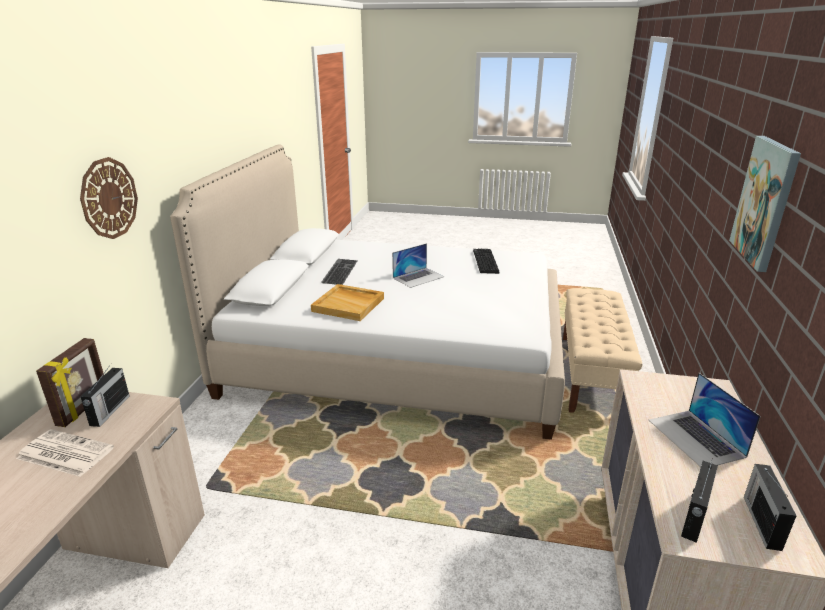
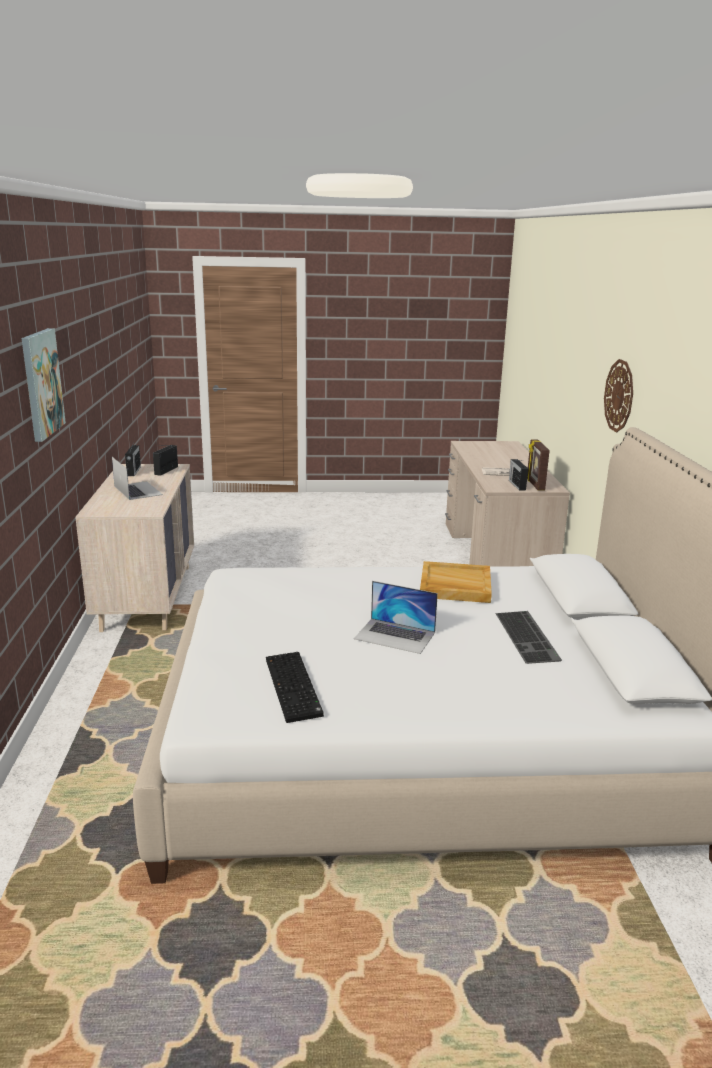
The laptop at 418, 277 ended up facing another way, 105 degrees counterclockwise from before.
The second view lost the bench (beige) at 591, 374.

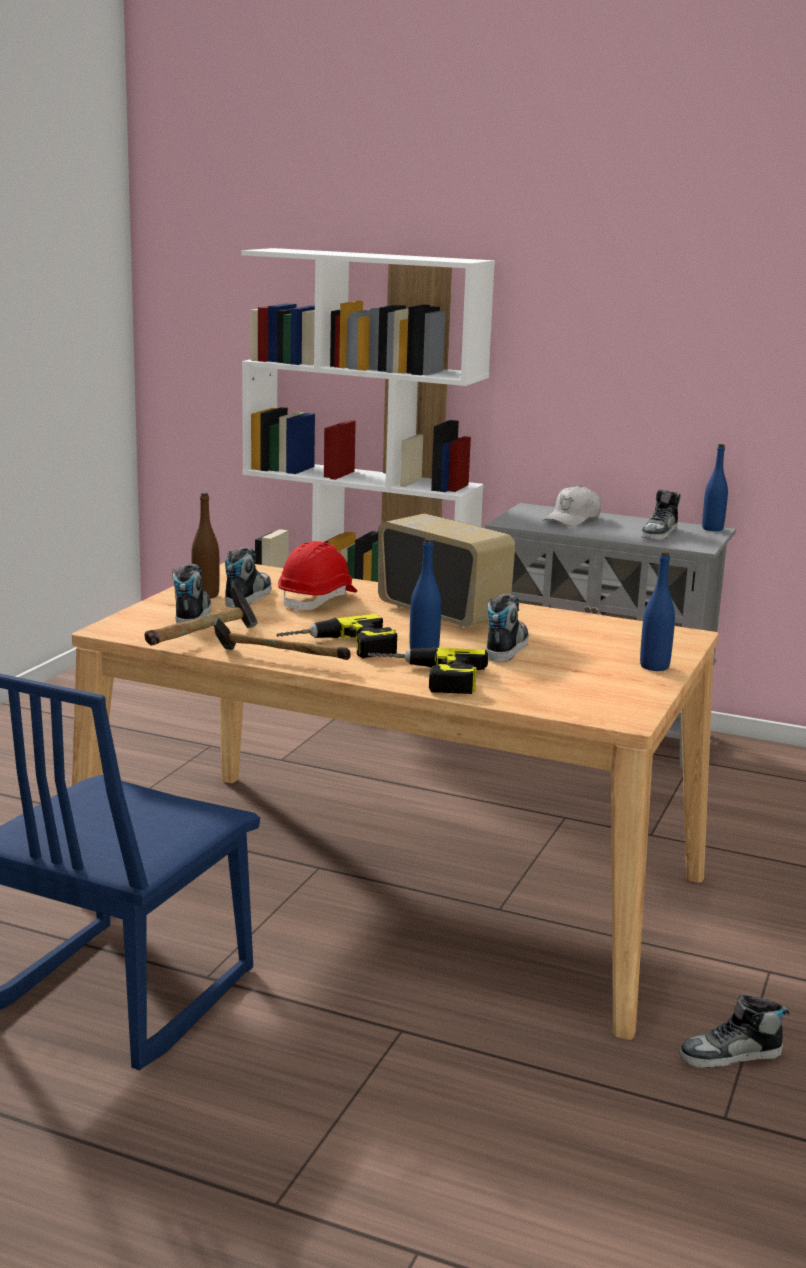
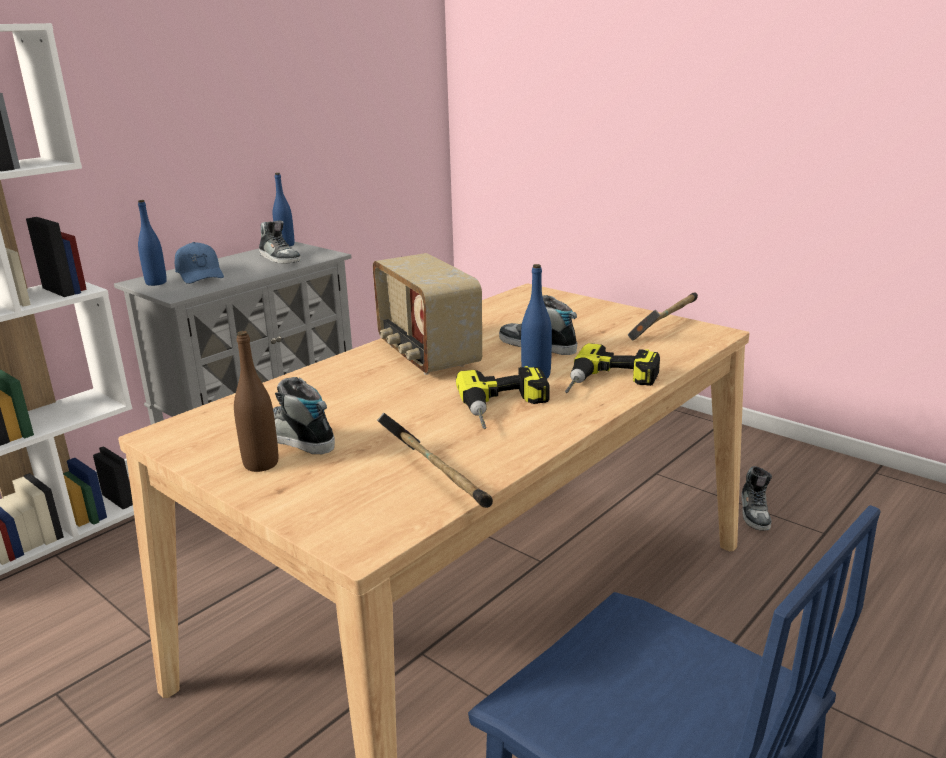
The second view lost the shoe at 191, 615.
The hammer ended up elsewhere, having gone from 278, 660 to 664, 326.
The second view lost the hard hat (red) at 318, 600.
The radio at 443, 613 ended up facing another way, 90 degrees counterclockwise from before.
What was the cap (white) at 573, 519 turned into the cap (blue) at 200, 275.
The bottle (blue) ended up elsewhere, having gone from 654, 666 to 156, 283.

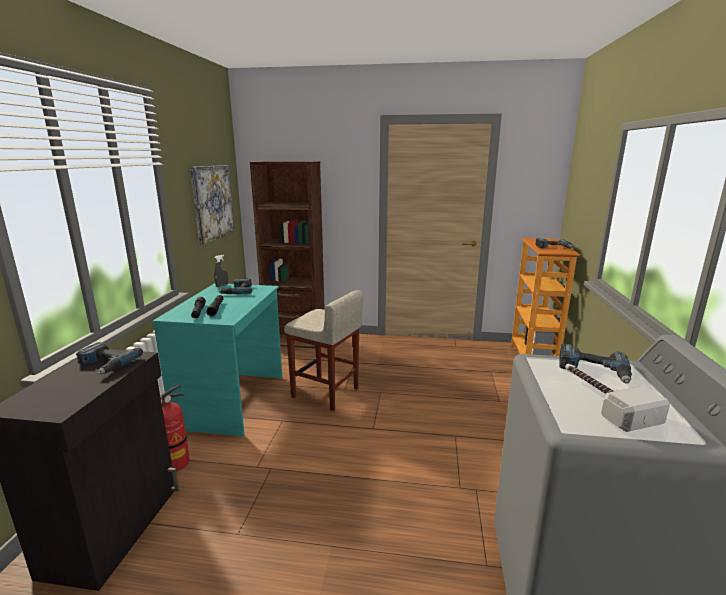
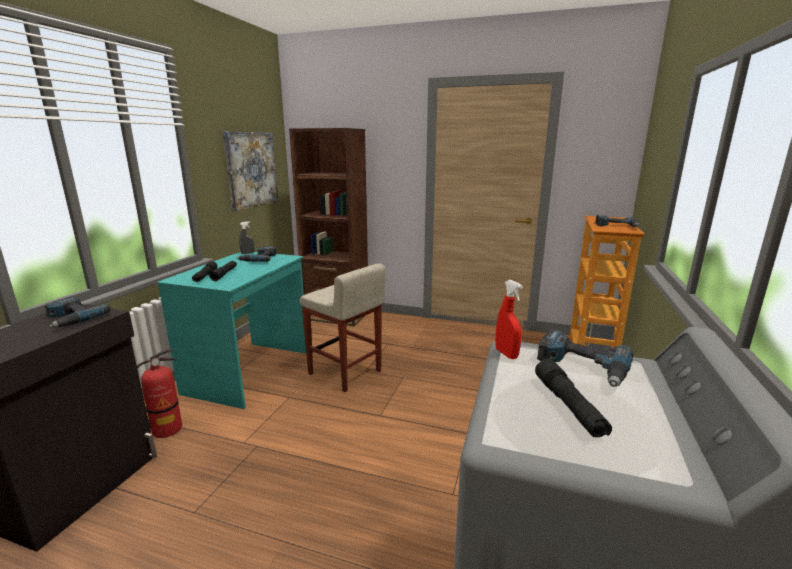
Where the hammer stood at 602, 400, the flashlight (black) came to stand at 568, 406.
The second view gained the spray bottle (red) at 506, 354.

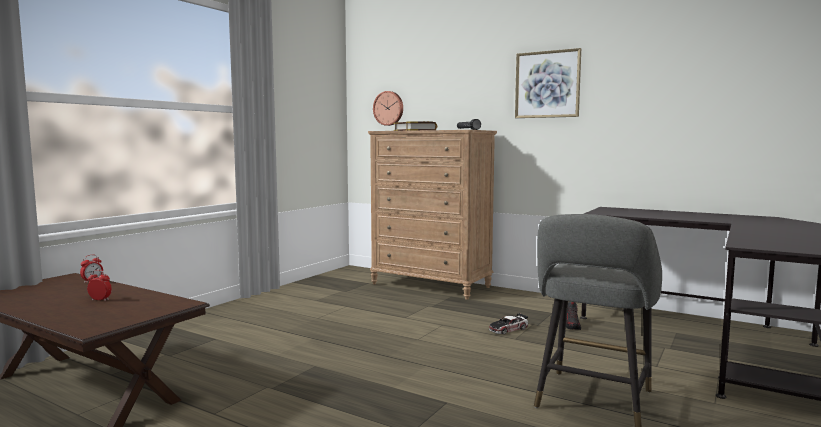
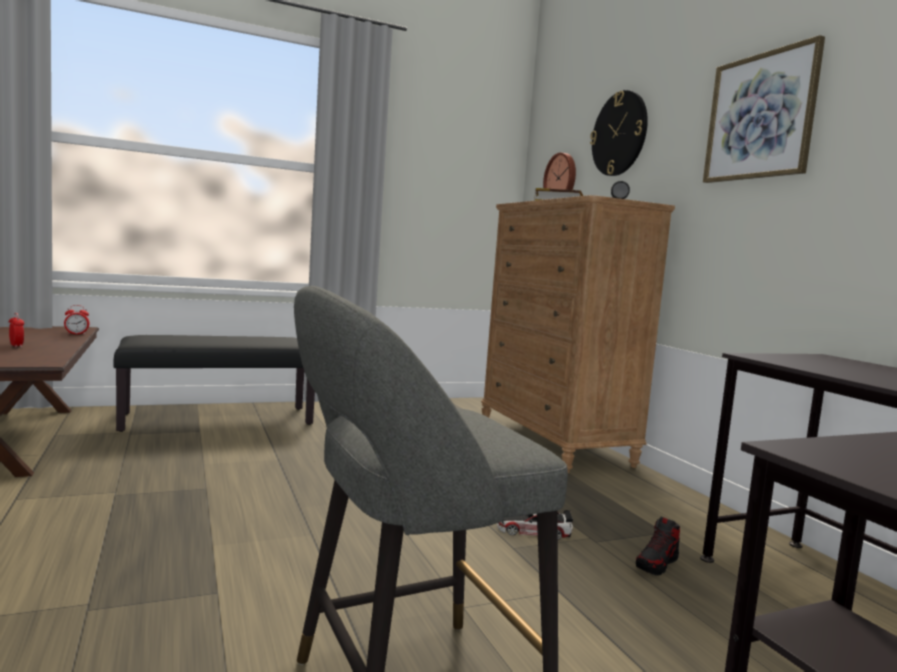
The second view gained the bench (black) at 218, 418.
The second view gained the wall clock at 619, 134.

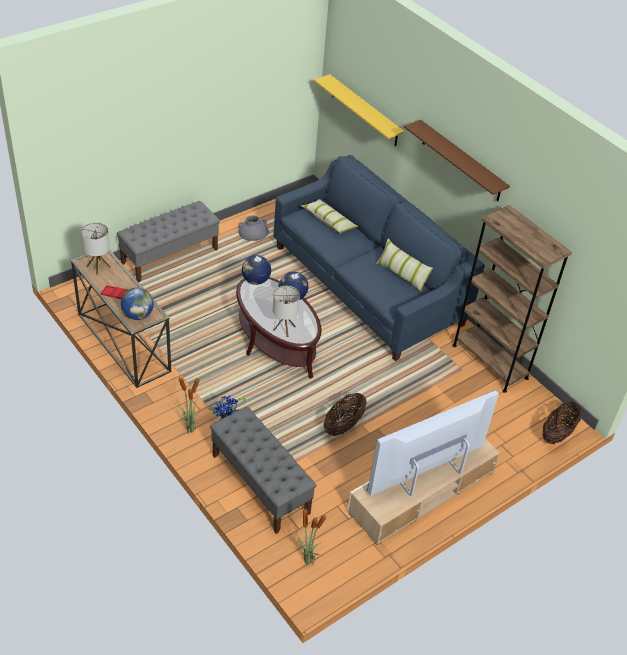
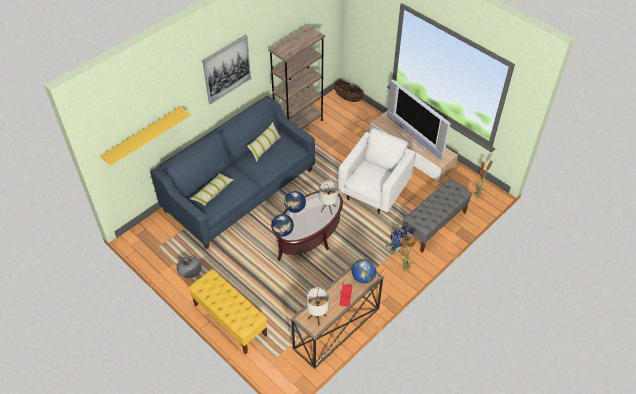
What was the bench (grey) at 170, 256 turned into the bench (yellow) at 230, 320.
Where the basket stood at 343, 425, the armchair (white) came to stand at 374, 191.
Where the shelf (brown) hung at 461, 161, the picture came to hang at 227, 69.

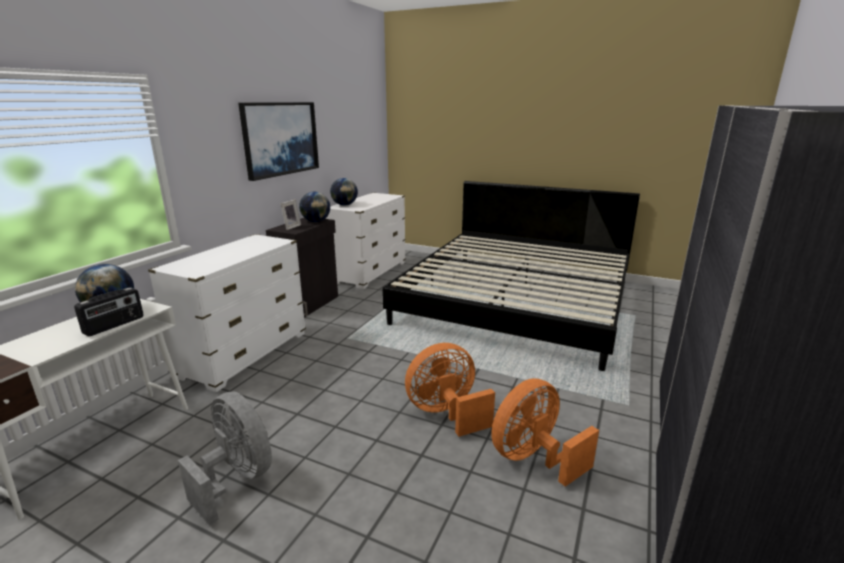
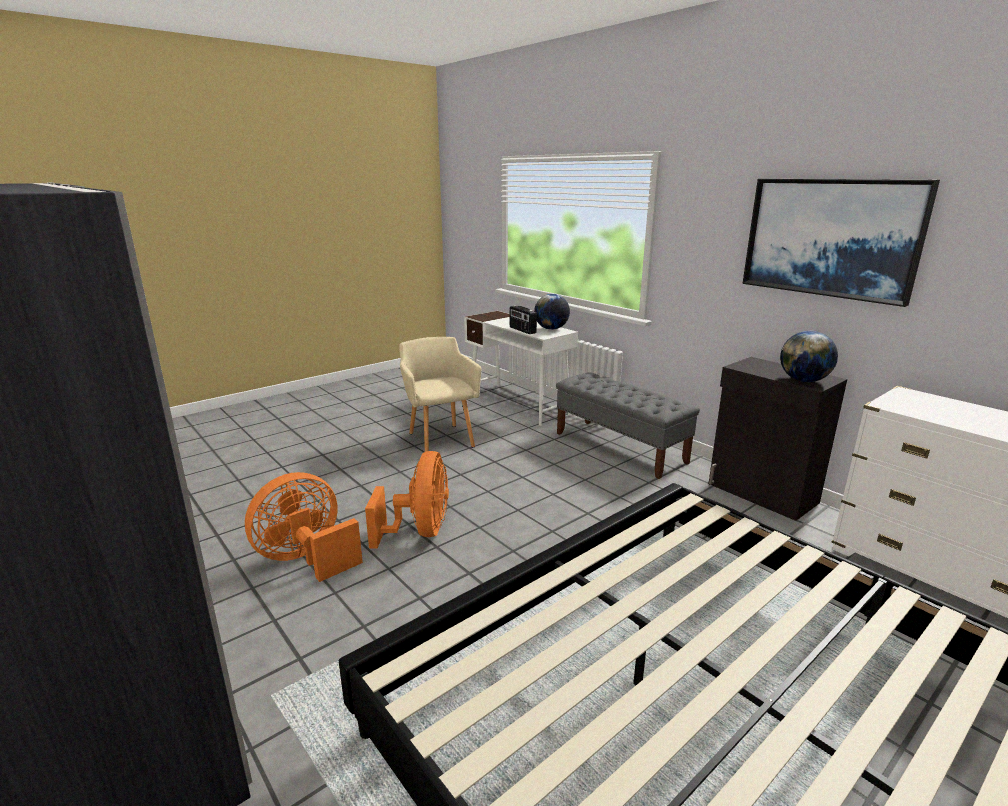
Where the dresser (white) stood at 245, 355, the bench (grey) came to stand at 620, 447.
Where the fan (grey) stood at 237, 478, the armchair (beige) came to stand at 440, 438.
The second view lost the picture frame at 290, 227.
The second view lost the globe at 344, 205.
The fan (orange) at 534, 458 ended up facing another way, 120 degrees counterclockwise from before.

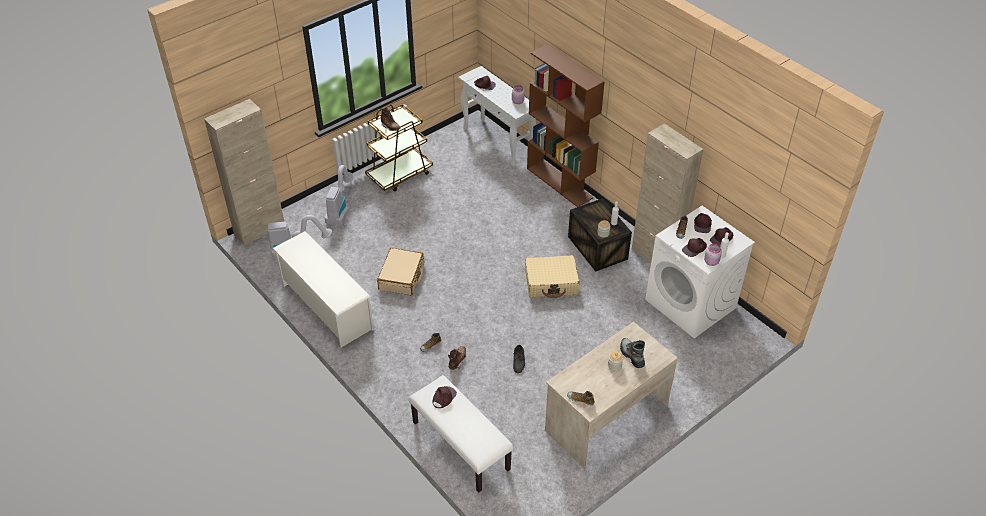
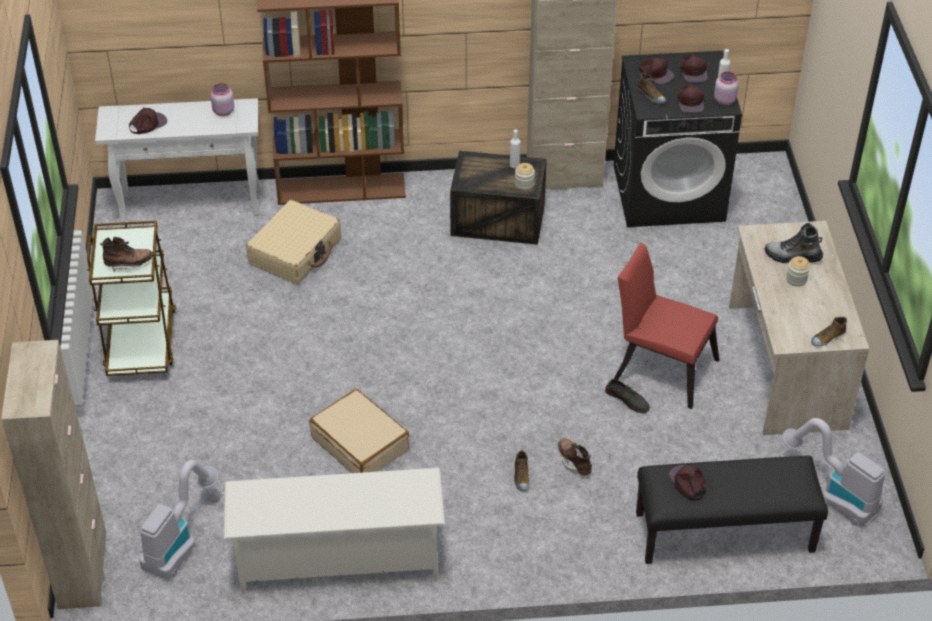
The vacuum cleaner ended up elsewhere, having gone from 340, 210 to 833, 493.
What was the bench (white) at 460, 446 turned into the bench (black) at 724, 533.
The suitcase (beige) ended up elsewhere, having gone from 551, 282 to 295, 252.
What was the washing machine (white) at 691, 304 turned into the washing machine (black) at 669, 192.
The second view gained the chair (red) at 660, 366.

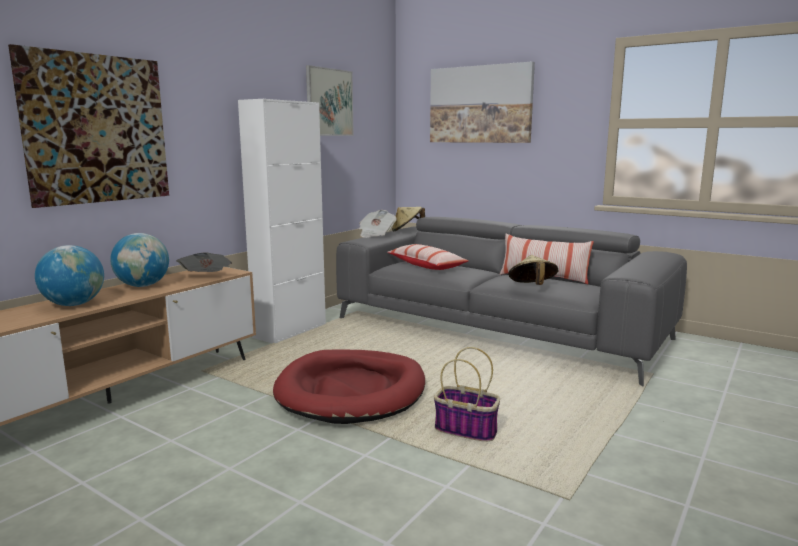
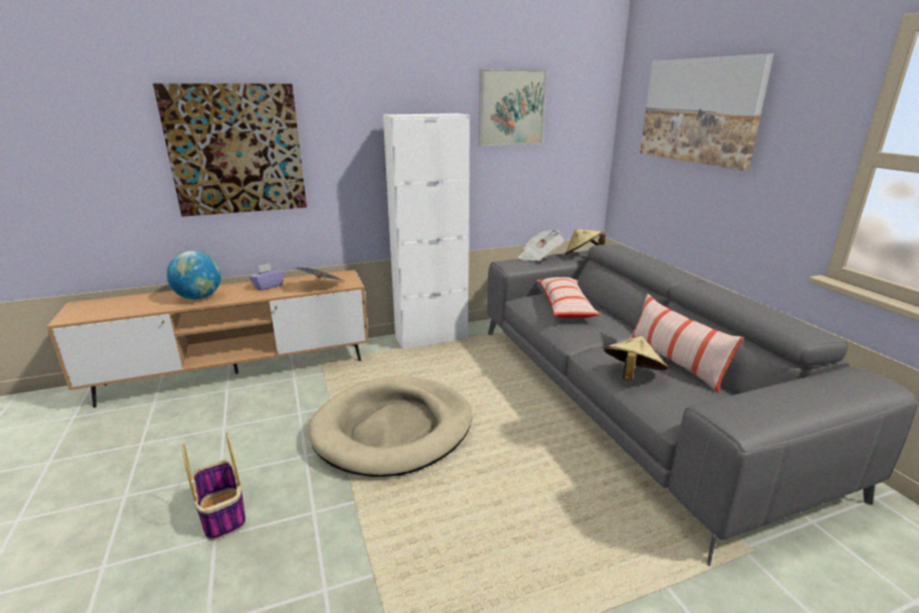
Where the globe stood at 143, 286, the tissue box (purple) came to stand at 268, 286.
What was the dog bed (red) at 351, 391 turned into the dog bed (beige) at 393, 429.
The basket ended up elsewhere, having gone from 467, 430 to 223, 514.

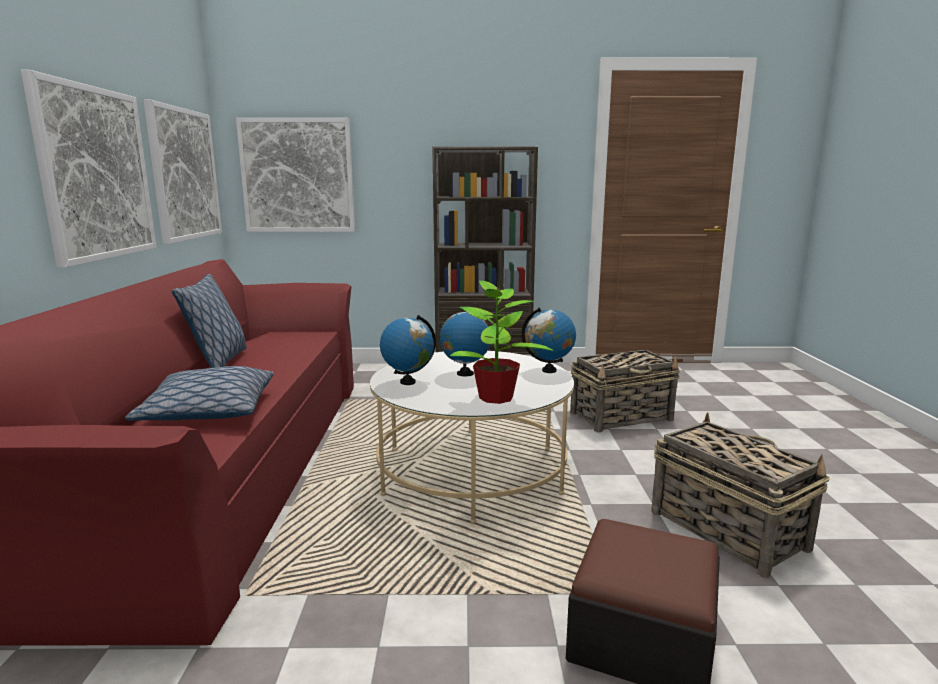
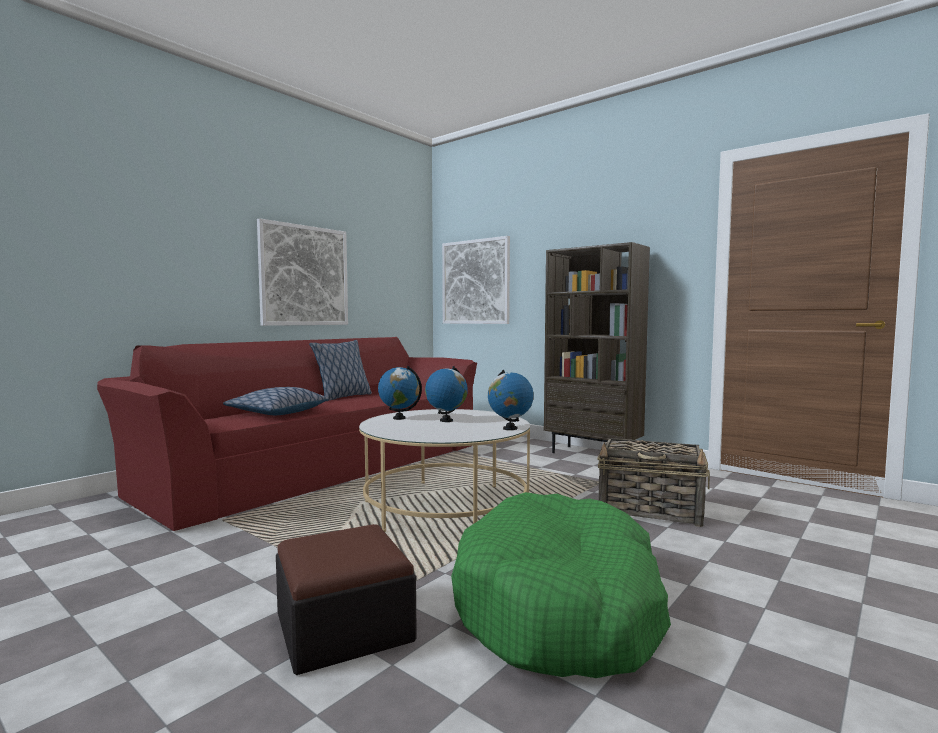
The second view lost the picture at 184, 174.
The second view lost the potted plant at 496, 398.
Where the basket stood at 726, 529, the dog bed (green) came to stand at 560, 607.

